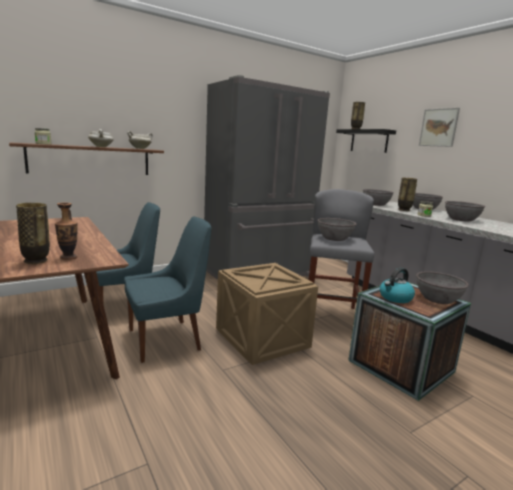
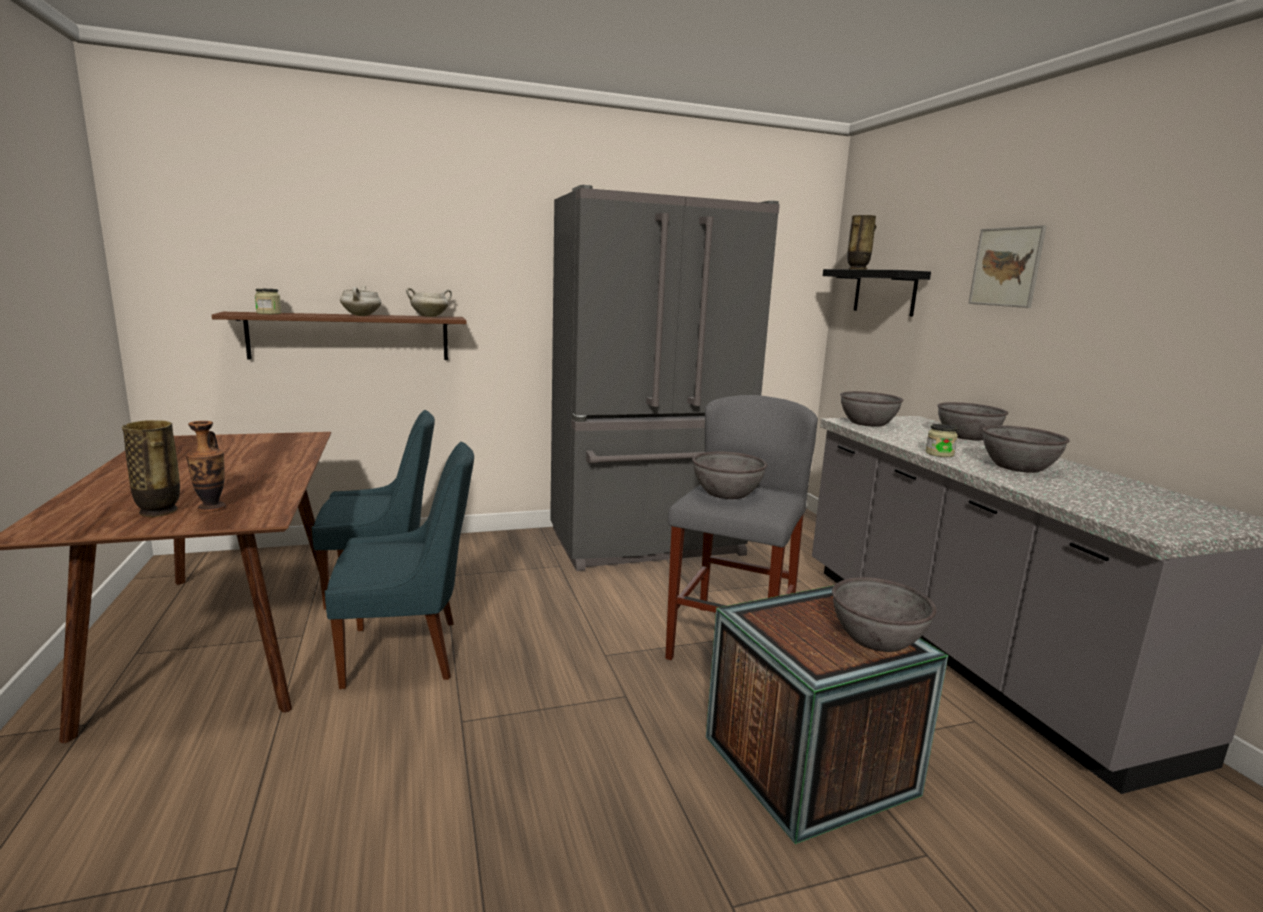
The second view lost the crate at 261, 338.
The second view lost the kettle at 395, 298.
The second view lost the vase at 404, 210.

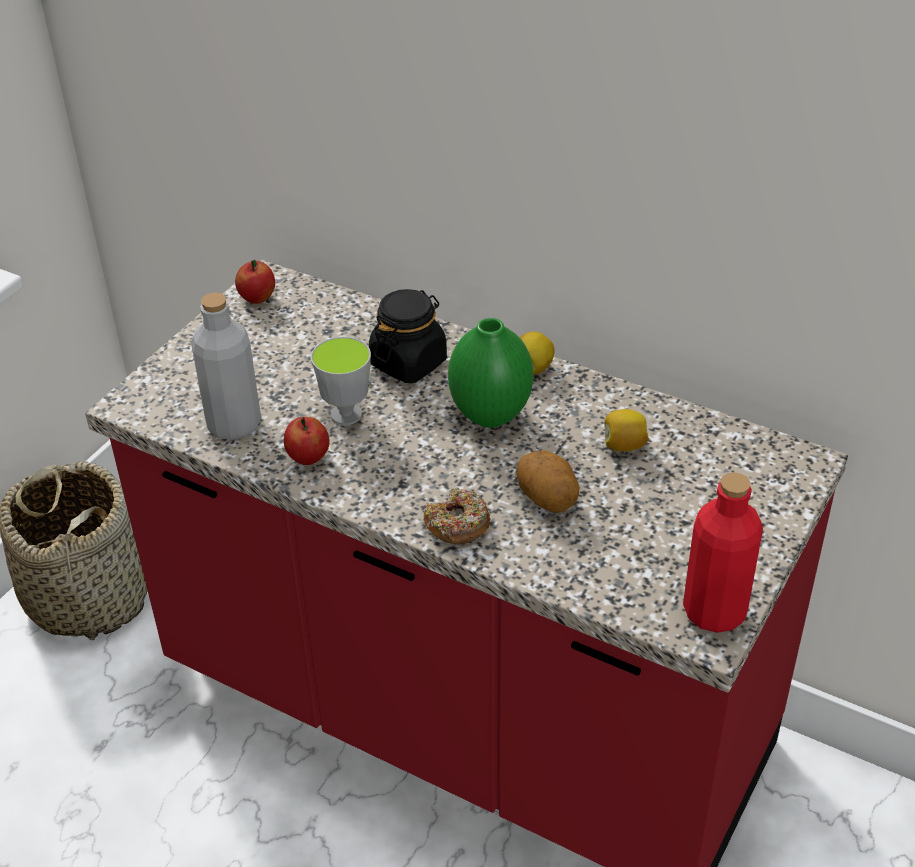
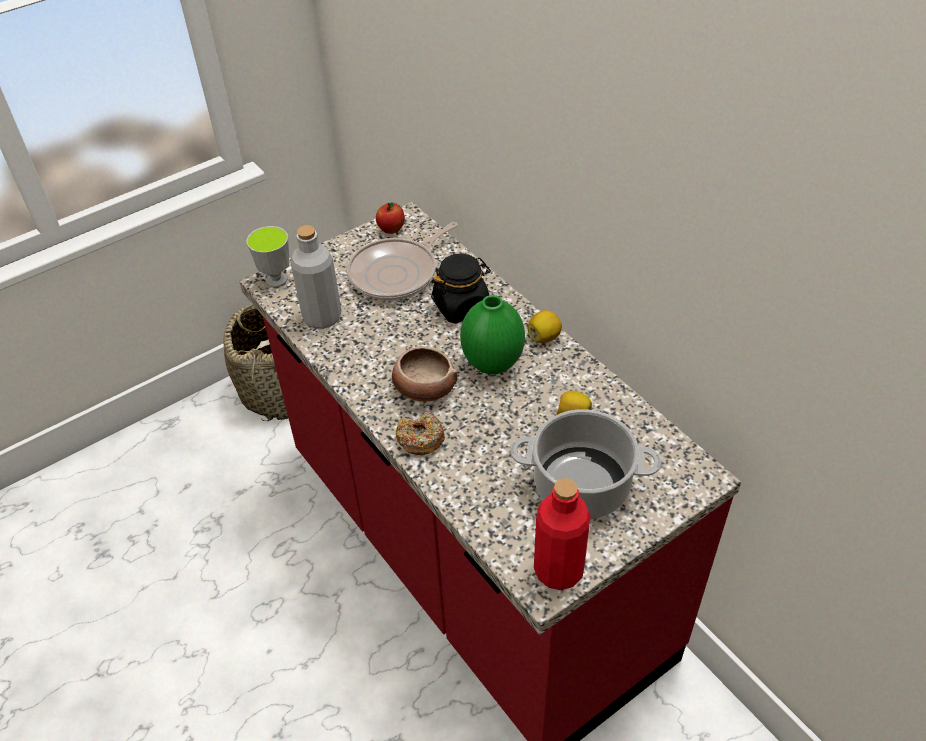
The second view lost the apple at 308, 458.
The cup ended up elsewhere, having gone from 346, 414 to 276, 280.
The second view lost the potato at 547, 499.
The second view gained the frying pan at 397, 273.
The second view gained the bowl at 424, 389.
The second view gained the cooking pot at 580, 486.

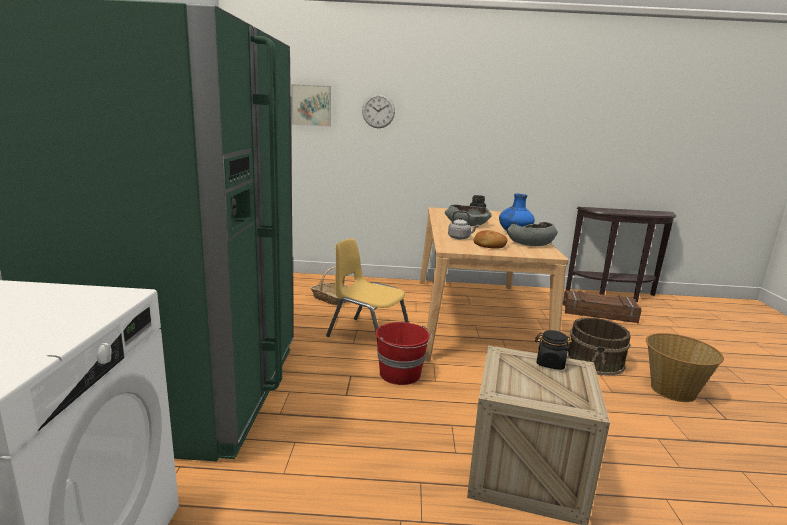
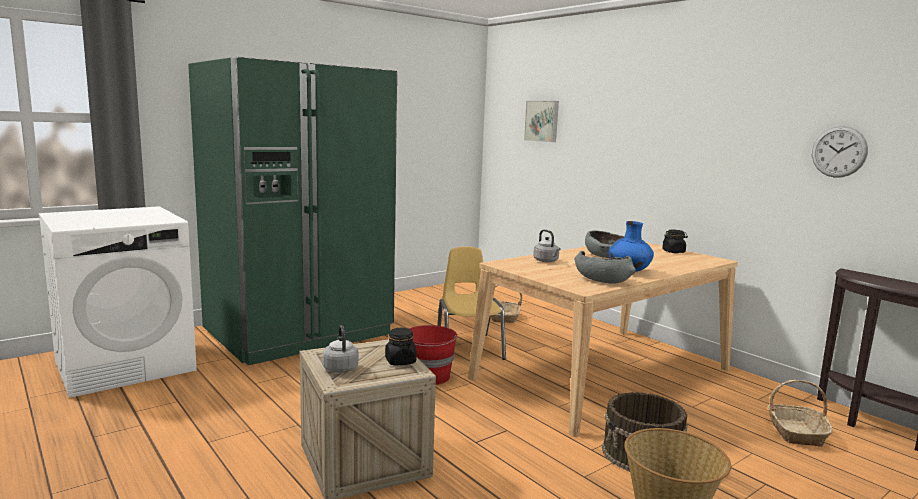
The wall clock ended up elsewhere, having gone from 378, 111 to 839, 152.
The second view lost the bread at 489, 245.
Where the crate stood at 598, 313, the basket came to stand at 795, 432.
The second view gained the kettle (grey) at 340, 368.

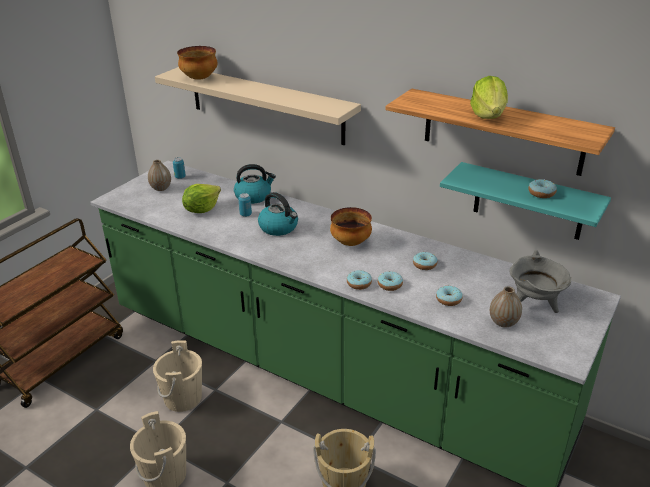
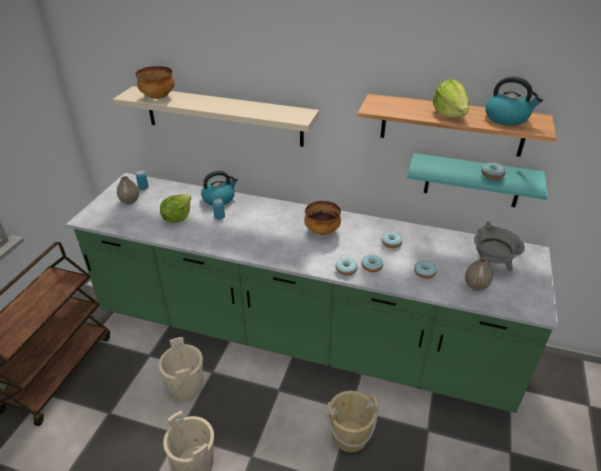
The kettle ended up elsewhere, having gone from 279, 228 to 507, 118.

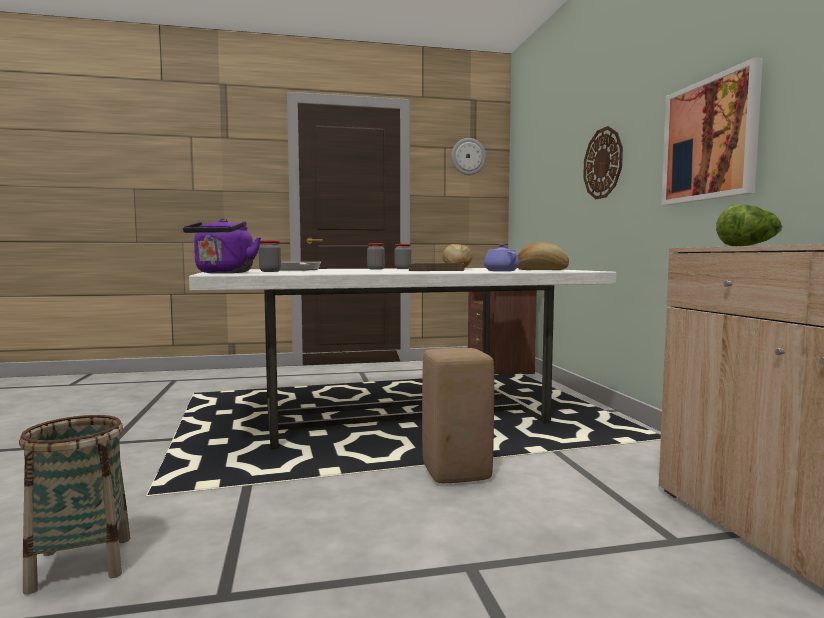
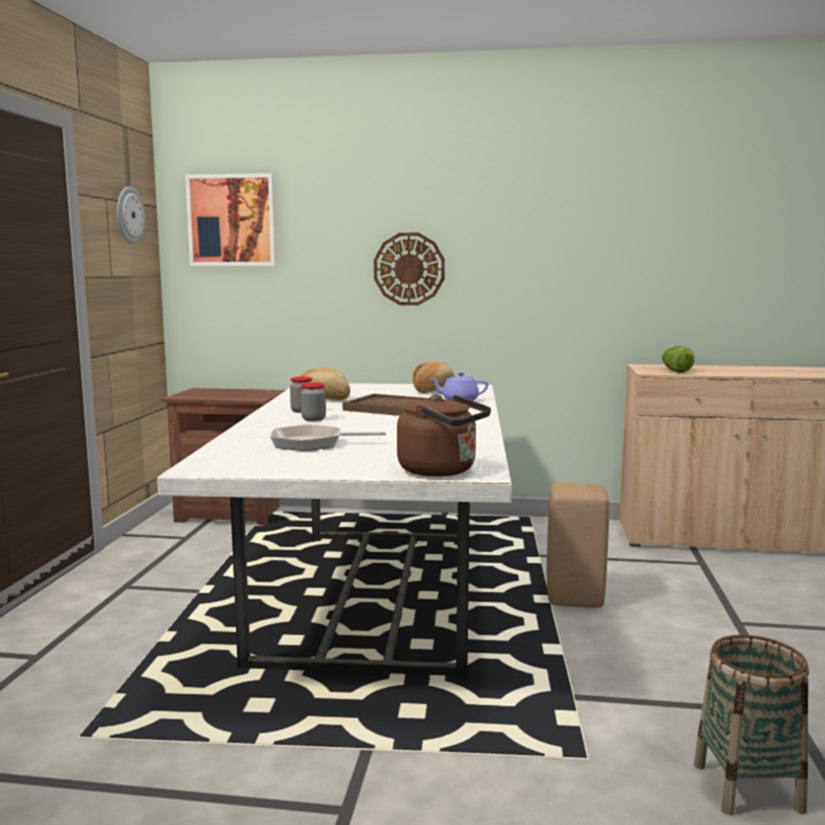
What was the kettle (purple) at 223, 273 turned into the kettle (brown) at 442, 471.
The second view lost the jar at 270, 271.
The picture ended up elsewhere, having gone from 710, 140 to 232, 220.

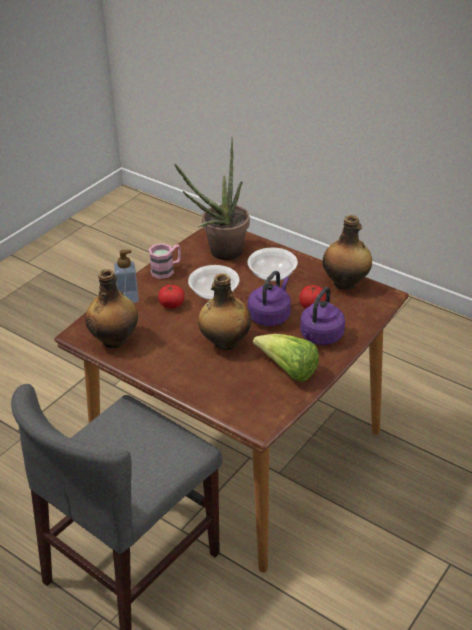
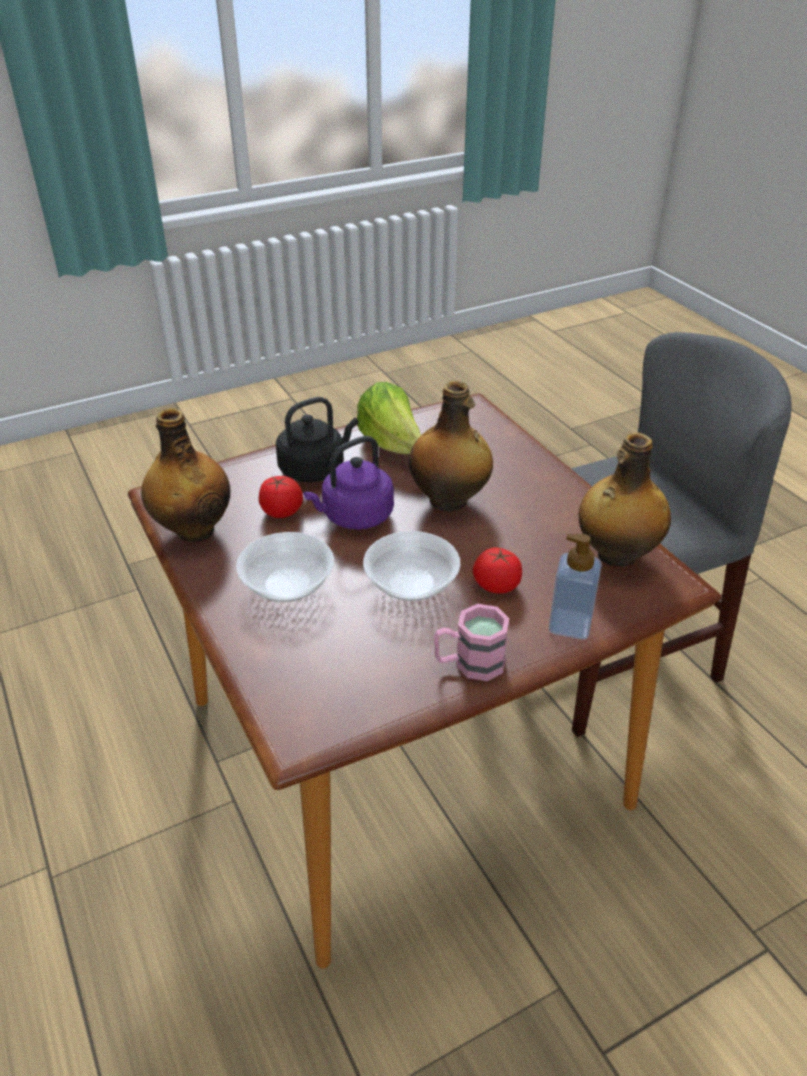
The second view lost the potted plant at 220, 254.
What was the kettle (purple) at 320, 337 turned into the kettle (black) at 315, 469.

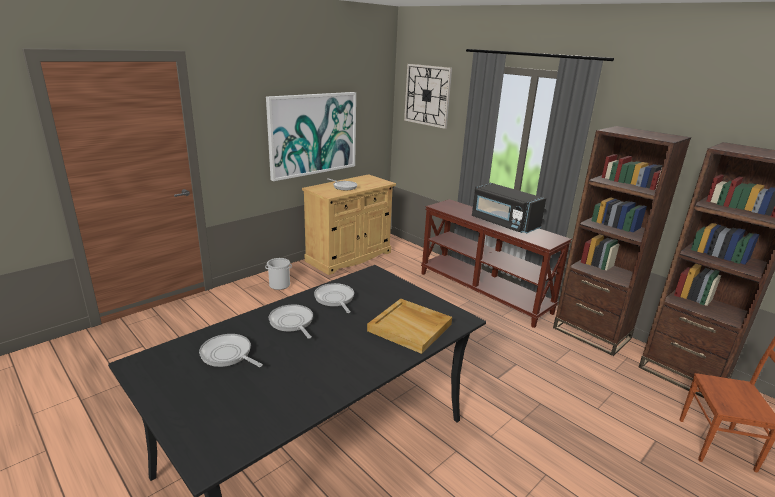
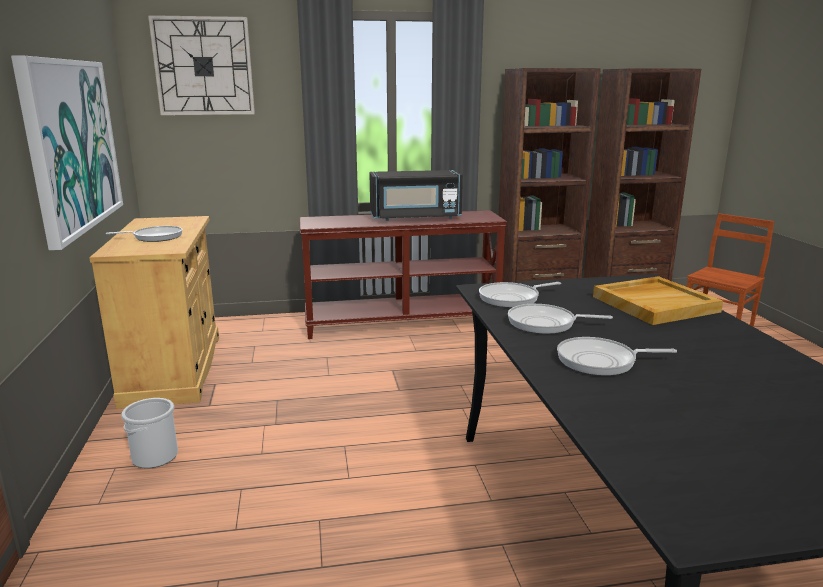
The frying pan ended up elsewhere, having gone from 228, 355 to 512, 298.

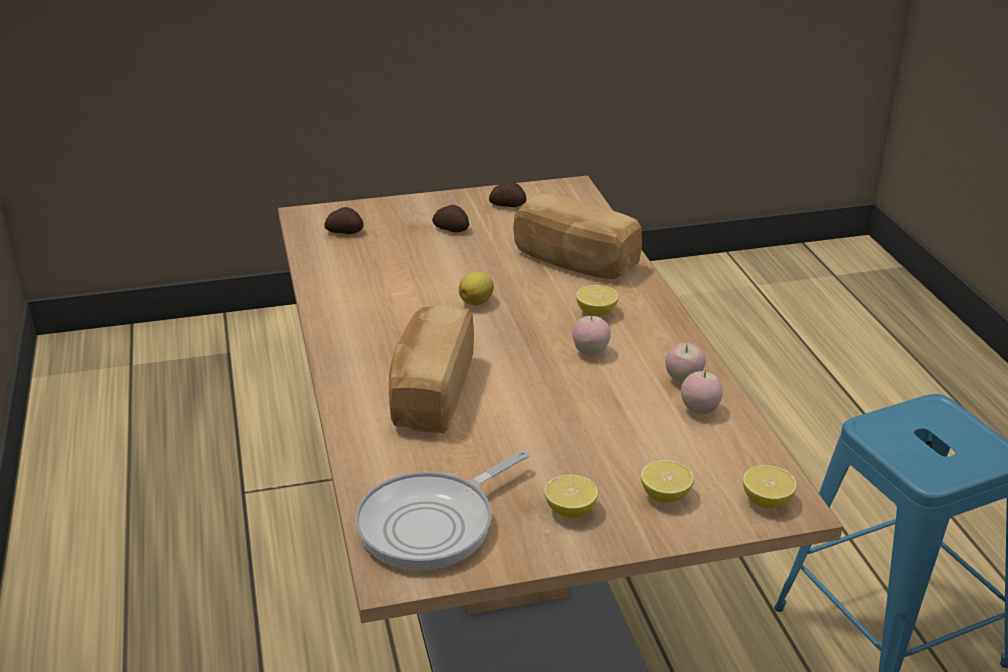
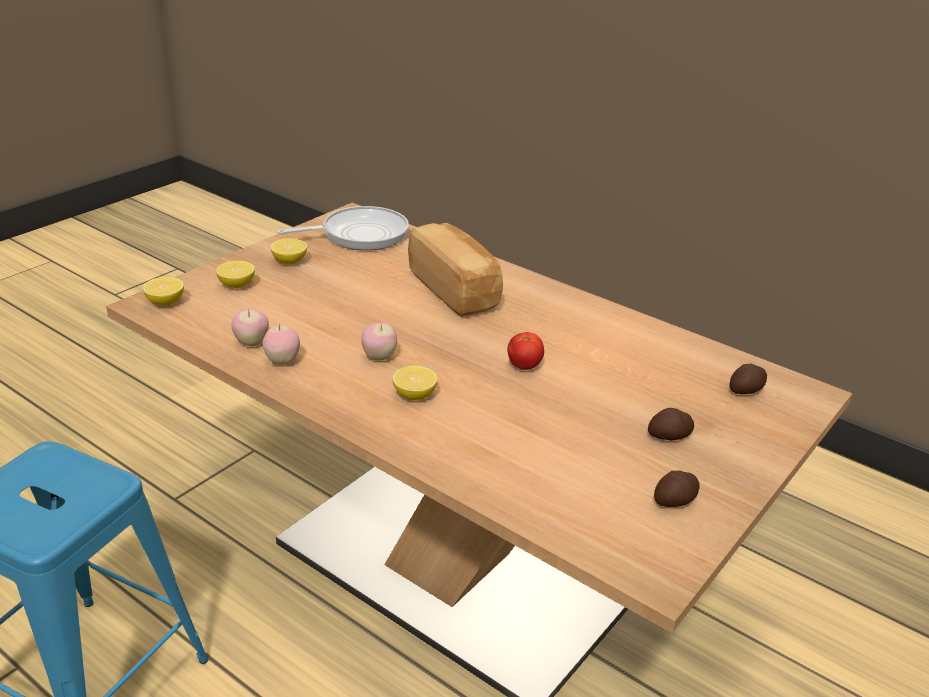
The frying pan at 433, 524 ended up facing another way, 60 degrees clockwise from before.
Where the lemon stood at 477, 302, the tomato came to stand at 524, 366.
The second view lost the bread at 574, 261.

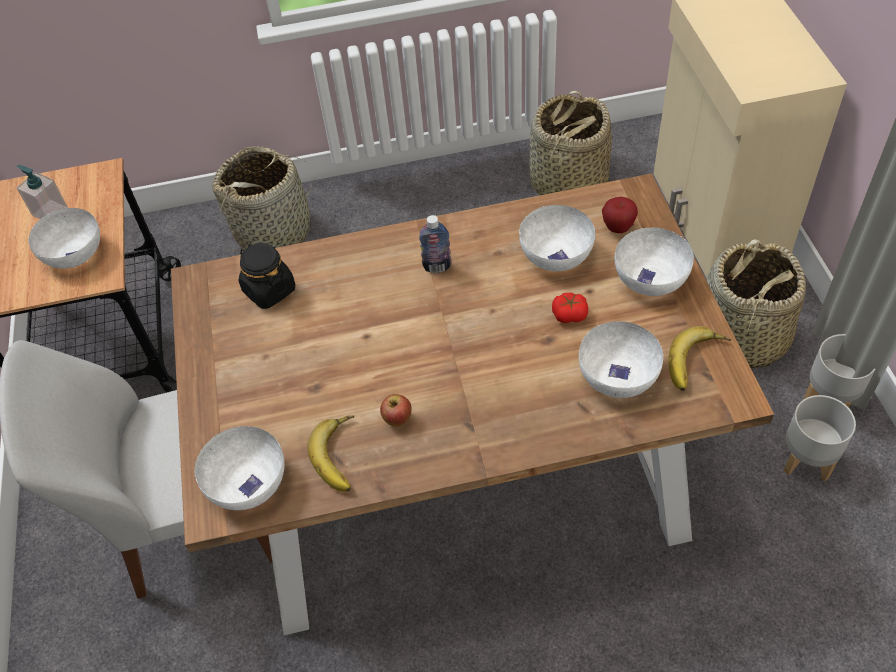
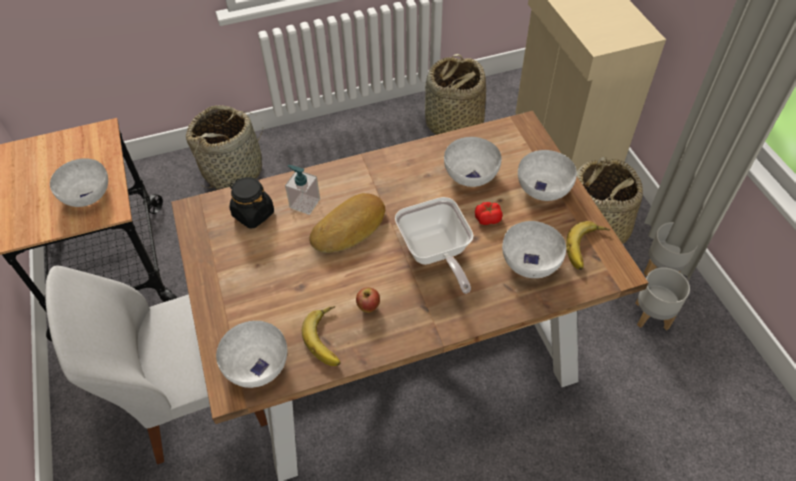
The soap dispenser ended up elsewhere, having gone from 50, 211 to 304, 203.
The second view lost the bottle at 437, 267.
The second view lost the apple at 618, 228.
The second view gained the bread at 350, 228.
The second view gained the frying pan at 435, 254.

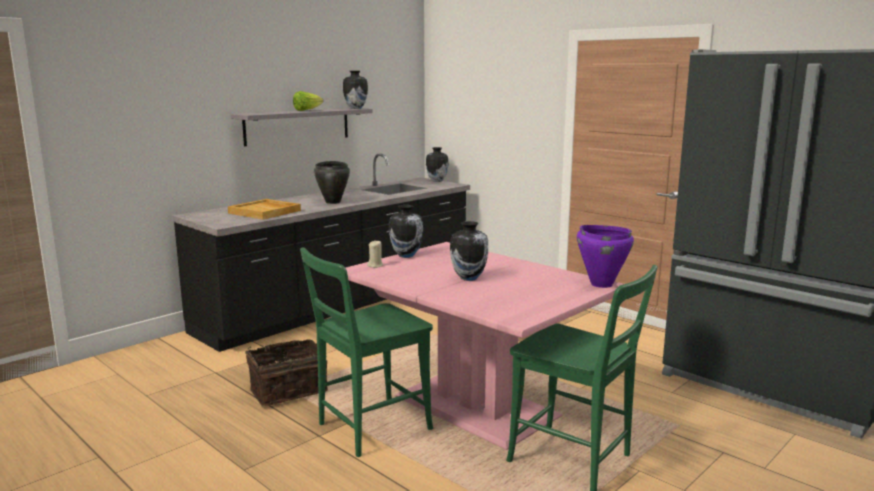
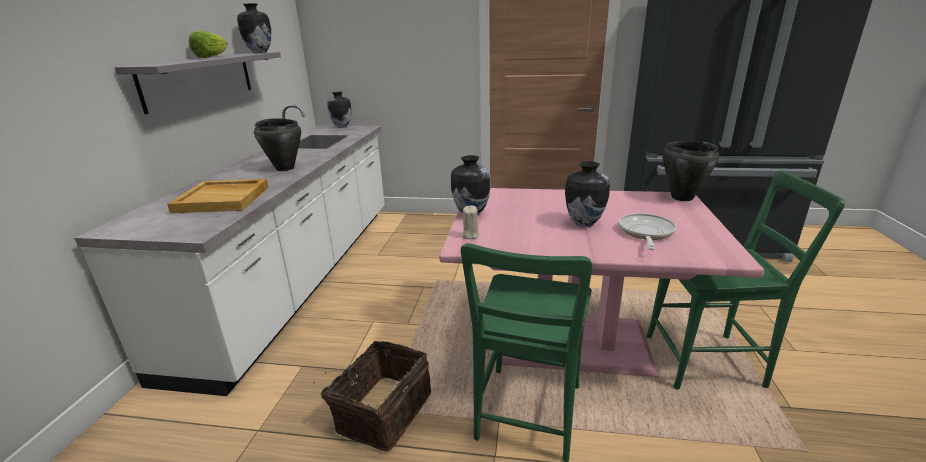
What was the counter (black) at 342, 303 turned into the counter (white) at 302, 275.
What was the cooking pot (purple) at 601, 284 turned into the cooking pot (black) at 681, 197.
The second view gained the frying pan at 645, 233.

